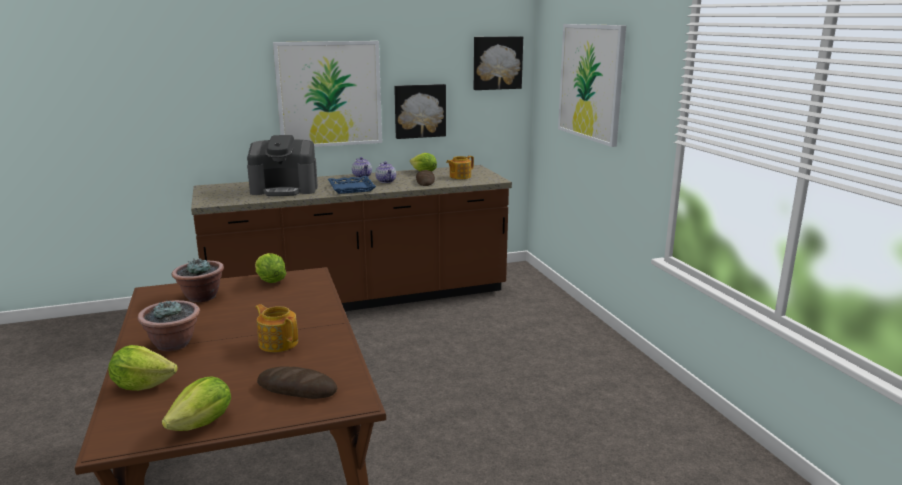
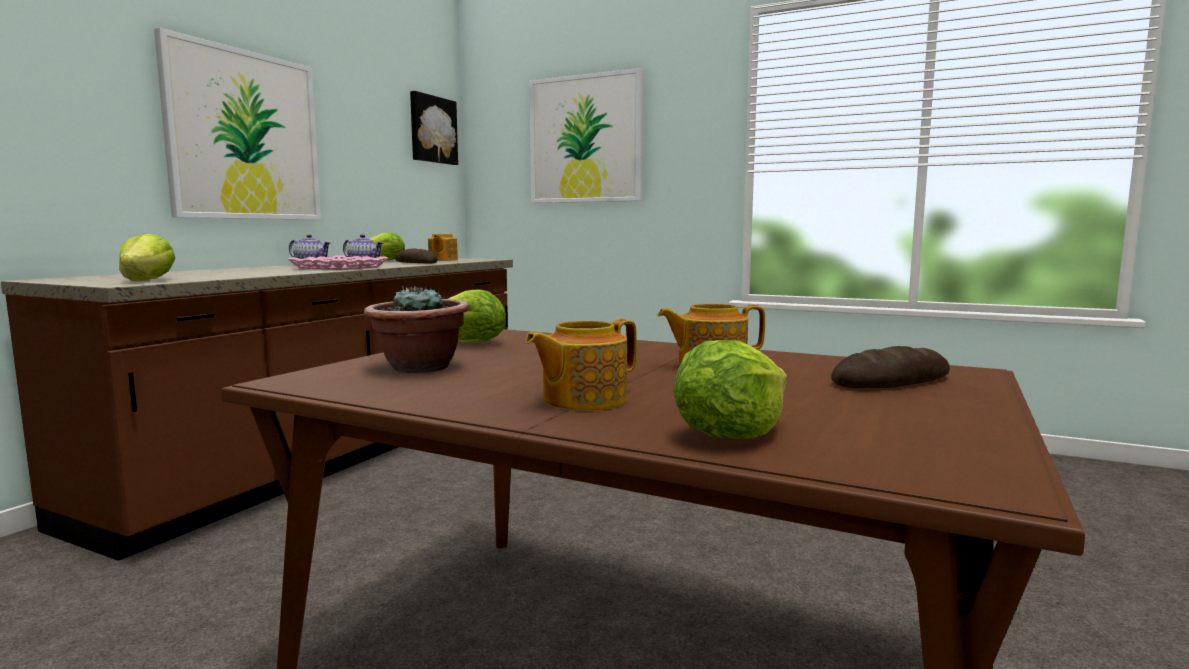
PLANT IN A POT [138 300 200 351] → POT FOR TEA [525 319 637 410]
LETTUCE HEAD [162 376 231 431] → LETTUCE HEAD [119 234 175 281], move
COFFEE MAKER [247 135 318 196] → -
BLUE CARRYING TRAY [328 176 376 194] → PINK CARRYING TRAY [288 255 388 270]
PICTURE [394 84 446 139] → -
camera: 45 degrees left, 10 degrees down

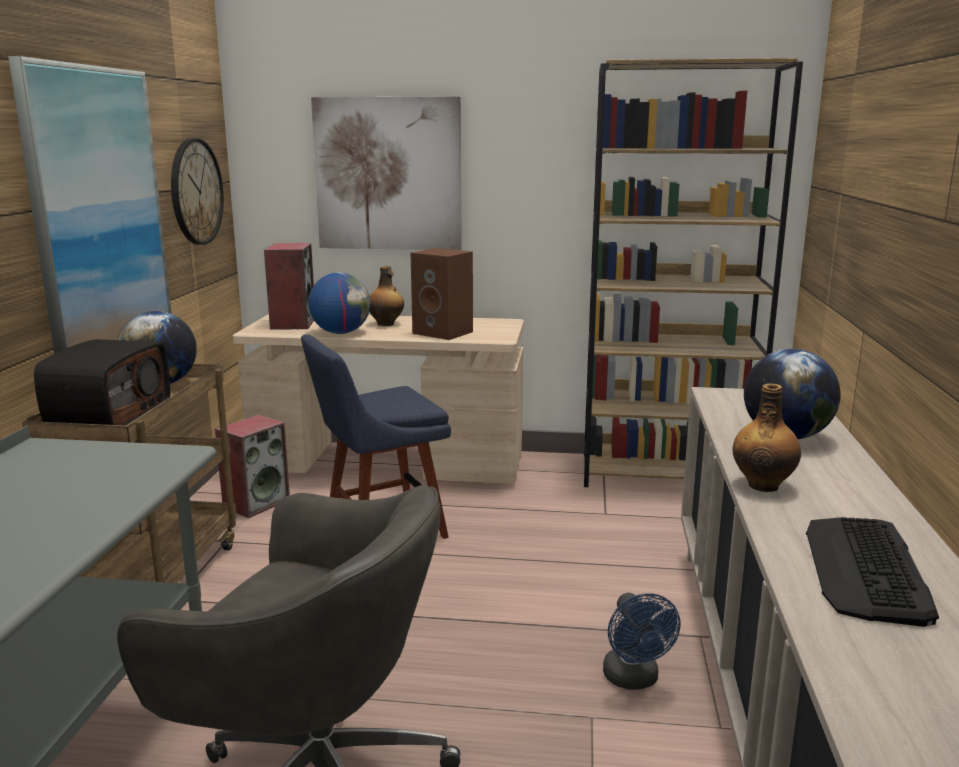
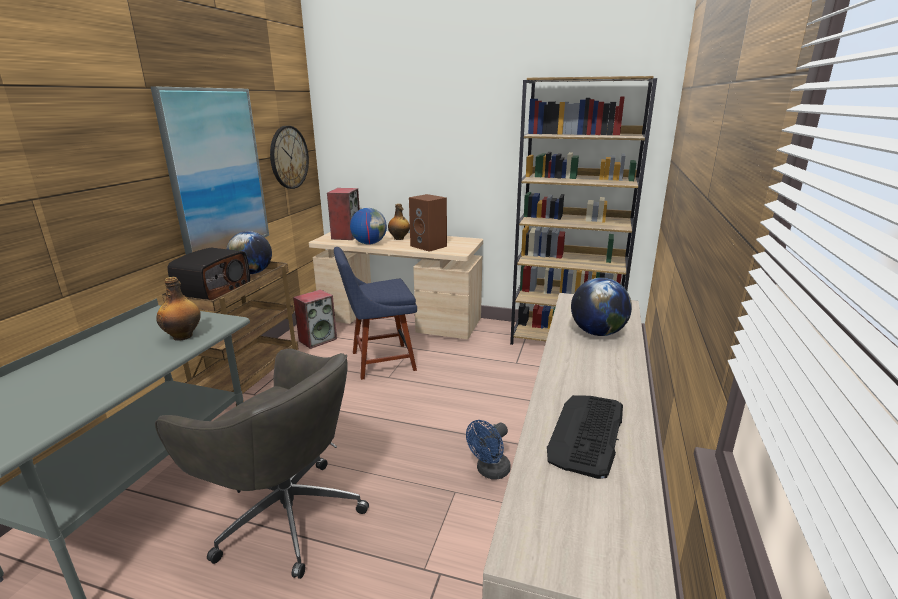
PICTURE [311 96 462 250] → -
BLUE ELECTRIC FAN [603 593 681 690] → BLUE ELECTRIC FAN [466 420 511 480], 45 degrees clockwise
DRINK BOTTLE [733 383 801 492] → DRINK BOTTLE [156 277 201 341], move
camera: 10 degrees right, 5 degrees up

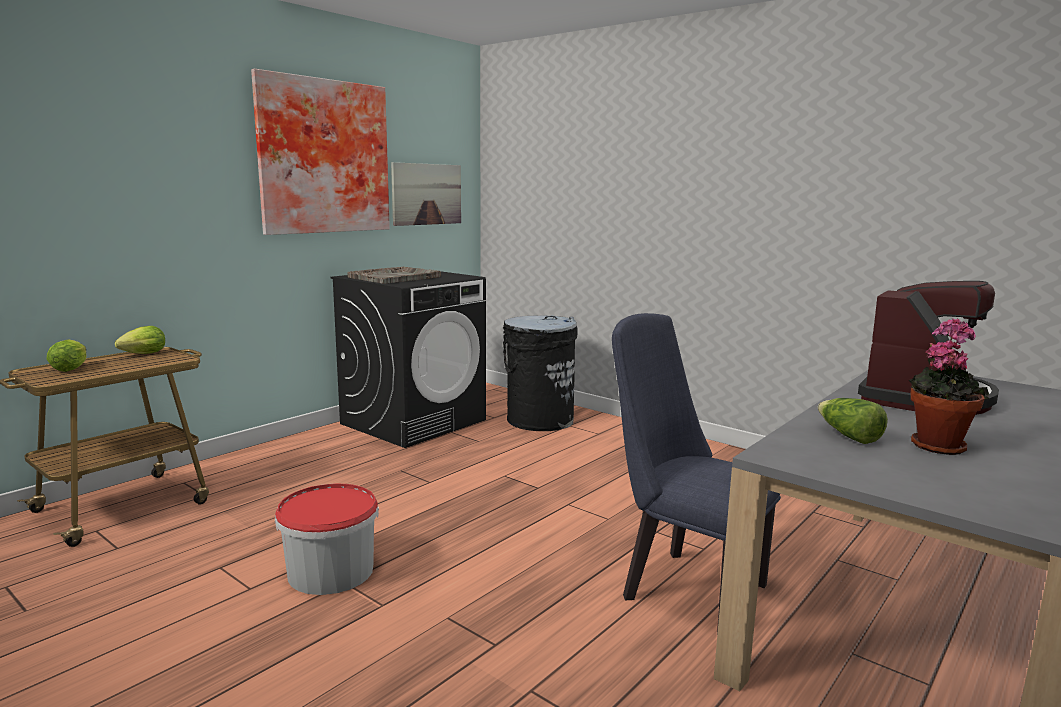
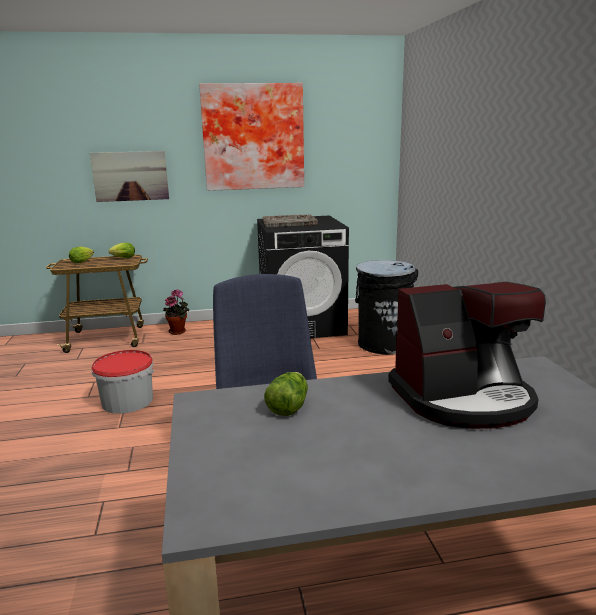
PICTURE [391 162 461 226] → PICTURE [90 151 169 202], move
PLANT IN A POT [909 318 989 455] → PLANT IN A POT [163 289 189 335], move
camera: 40 degrees right, 5 degrees up

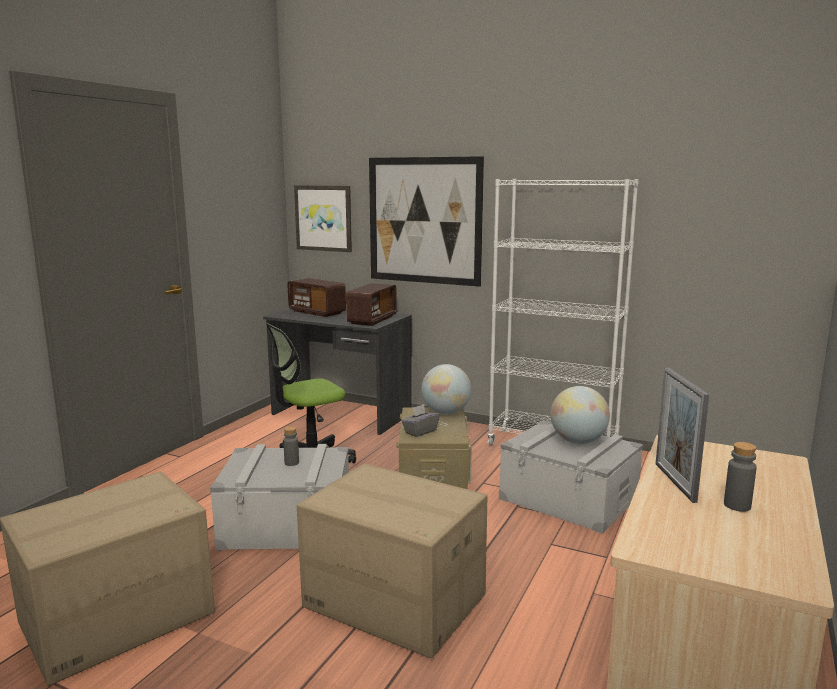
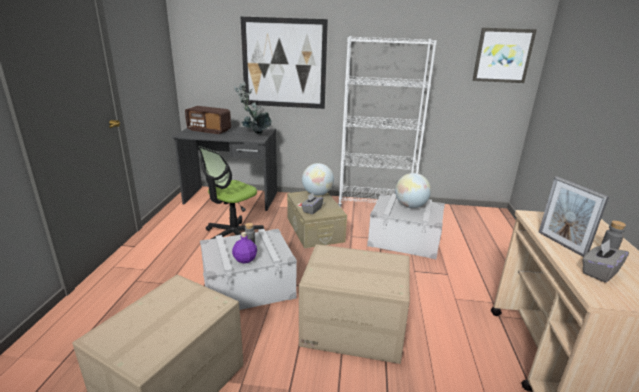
PICTURE [294 185 352 252] → PICTURE [472 28 537 83], move
RADIO RECEIVER [346 283 397 326] → PLANT IN A POT [234 82 272 134]
- → PURPLE-COLOURED DRINK BOTTLE [232 232 257 263]
- → GRAY BOX OF TISSUES [582 239 629 283]
camera: 20 degrees left, 10 degrees up

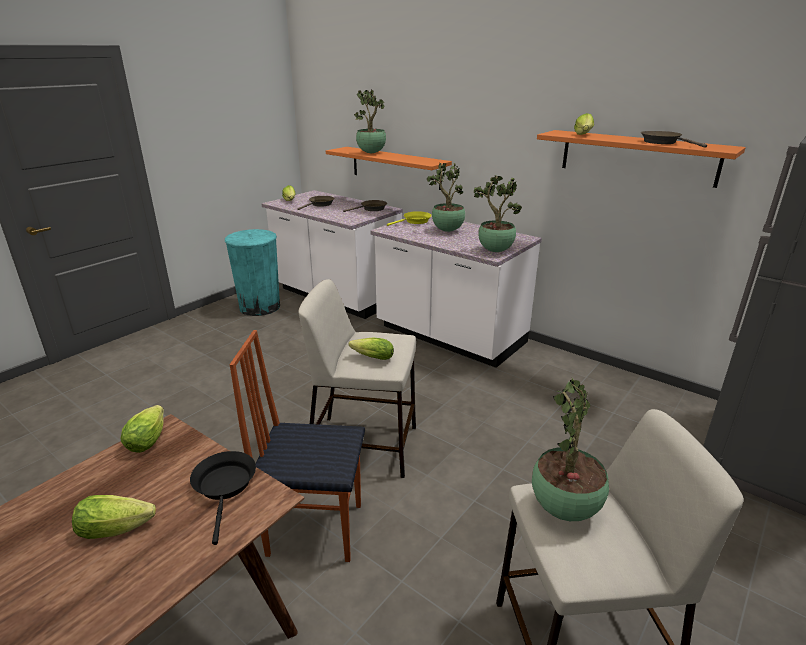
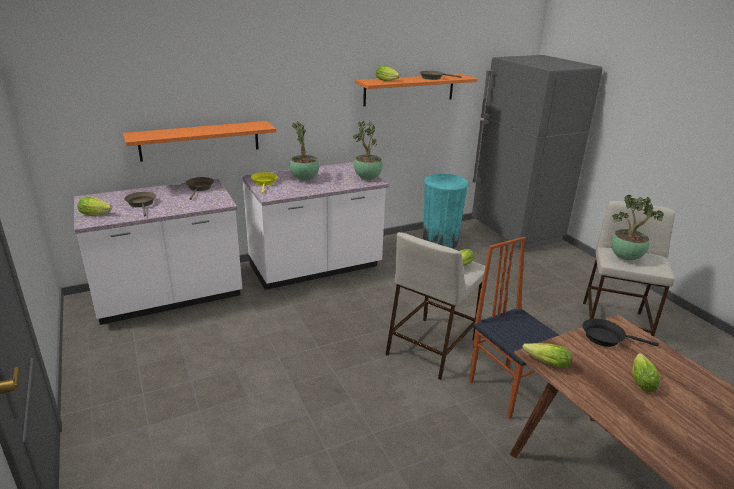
BLUE-GREEN WASTE BIN [225 229 280 316] → BLUE-GREEN WASTE BIN [423 174 469 248], move
UPRIGHT CHAIR [229 330 365 562] → UPRIGHT CHAIR [469 237 559 419], 120 degrees clockwise
PLANT IN A POT [354 89 386 153] → -
camera: 65 degrees left, 0 degrees up

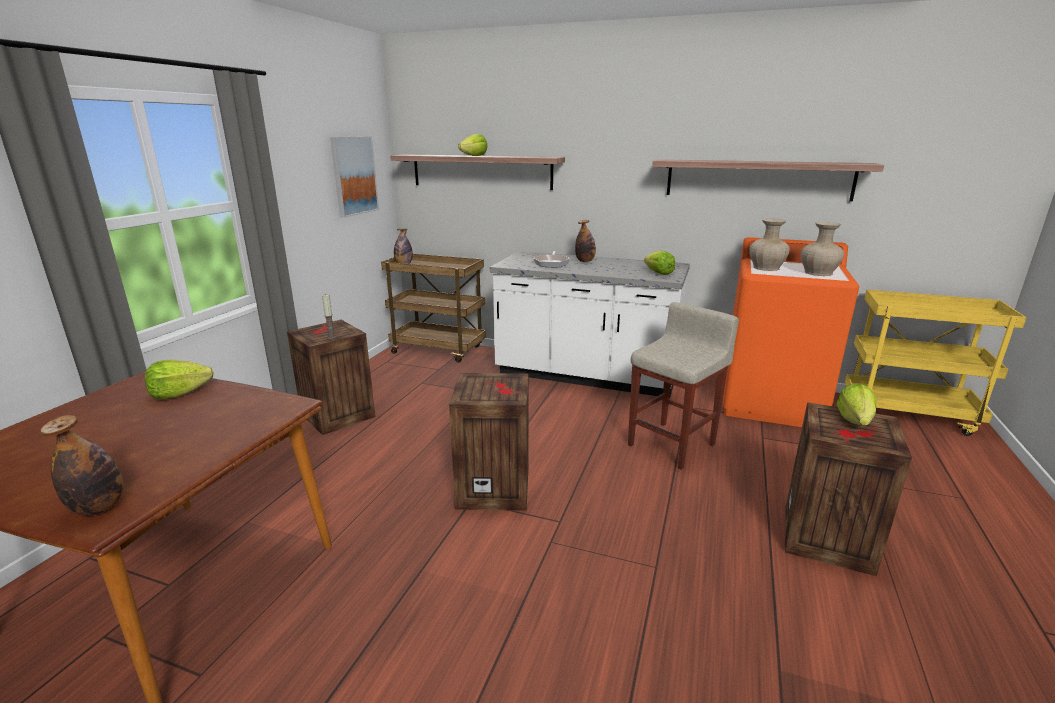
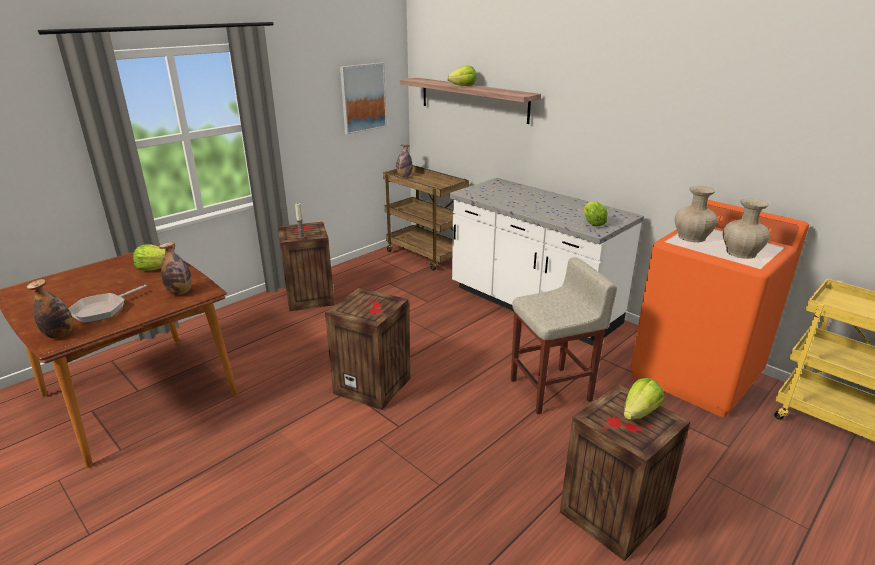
PAN [533 251 570 267] → PAN [69 285 147 323], move
DRINK BOTTLE [575 220 596 262] → DRINK BOTTLE [159 242 192 295], move
SHELF [652 159 884 202] → -
camera: 25 degrees right, 5 degrees up

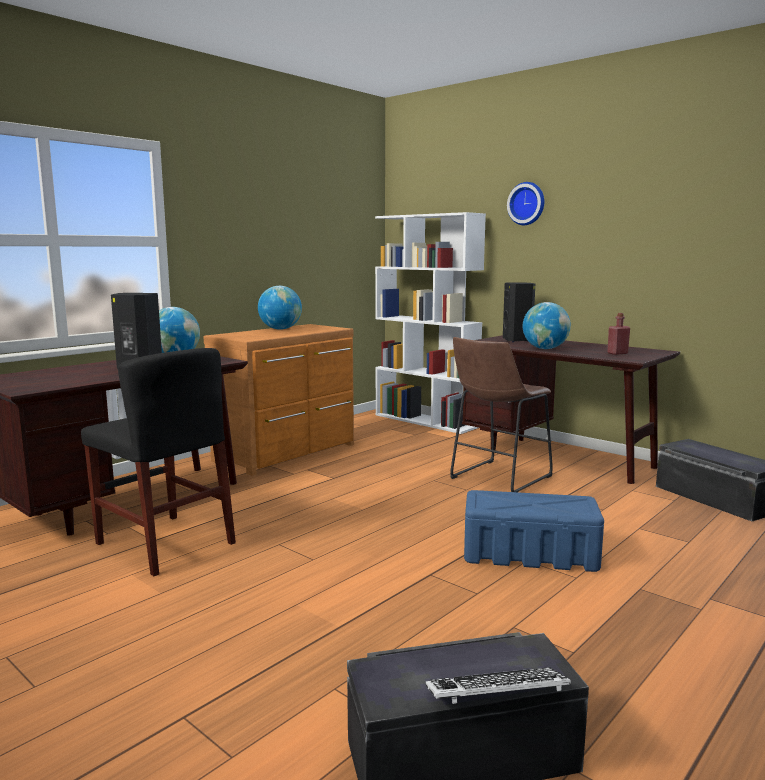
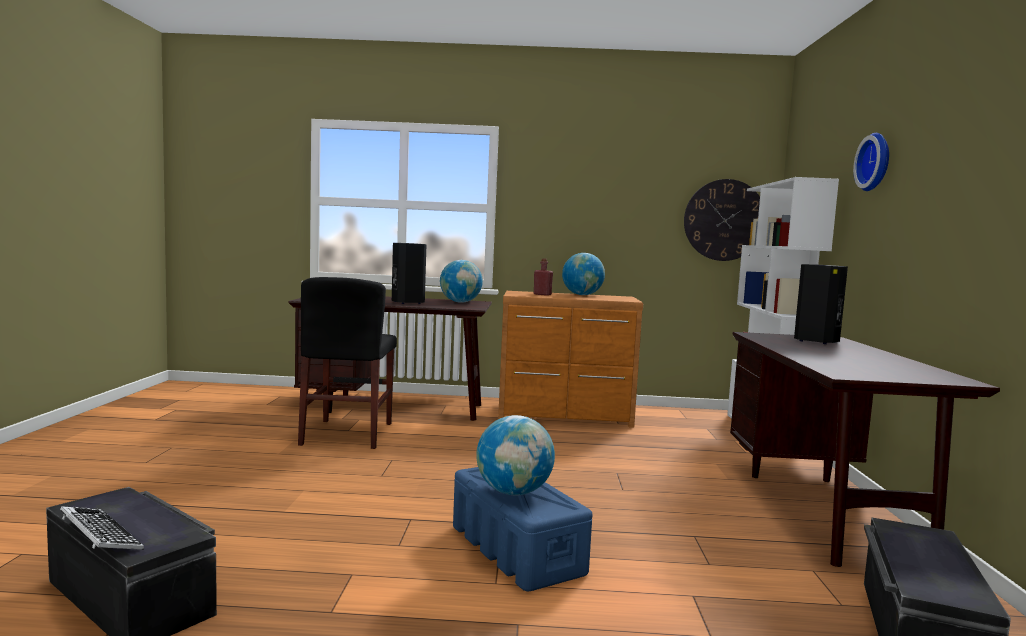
BROWN-COLOURED SITTING STOOL [450 337 553 492] → -
WORLD GLOBE [523 302 571 349] → WORLD GLOBE [476 415 555 495], move
RED DRINK BOTTLE [607 313 630 355] → RED DRINK BOTTLE [534 258 553 296], move
- → CLOCK ON THE WALL [684 179 760 261]
camera: 50 degrees right, 5 degrees down

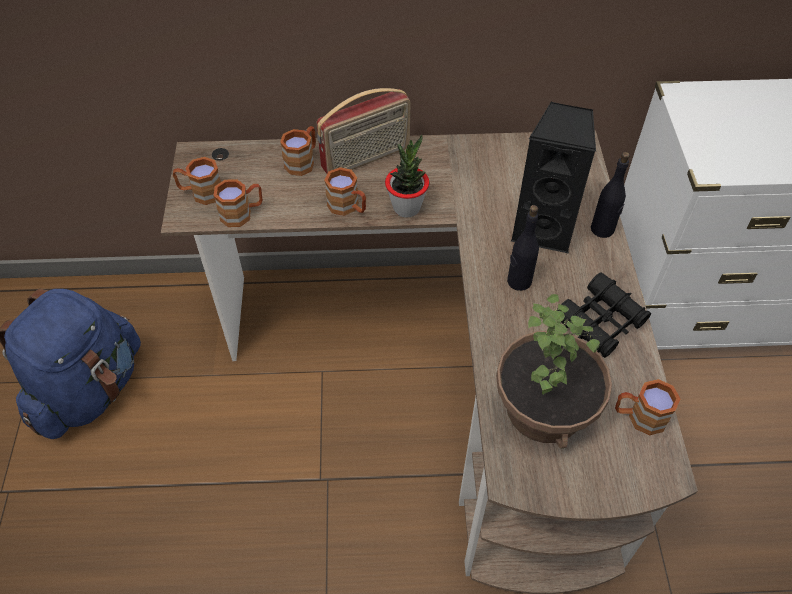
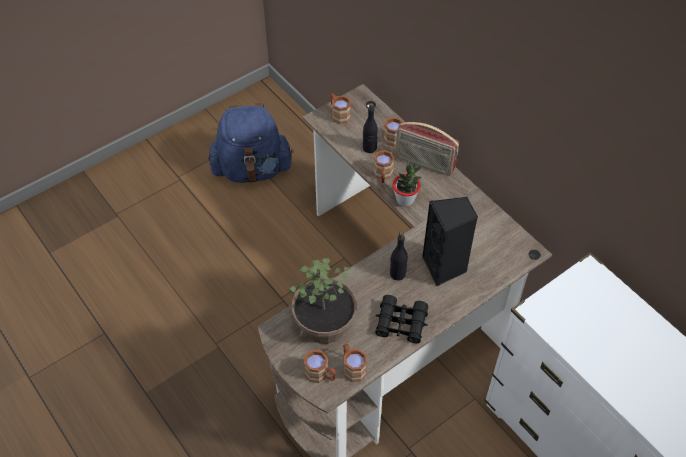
BROWN-COLOURED COFFEE MUG [213 179 263 227] → BROWN-COLOURED COFFEE MUG [304 350 336 383], move
BLACKISH DRINK BOTTLE [591 152 630 238] → BLACKISH DRINK BOTTLE [363 103 378 153], move
camera: 55 degrees right, 0 degrees up

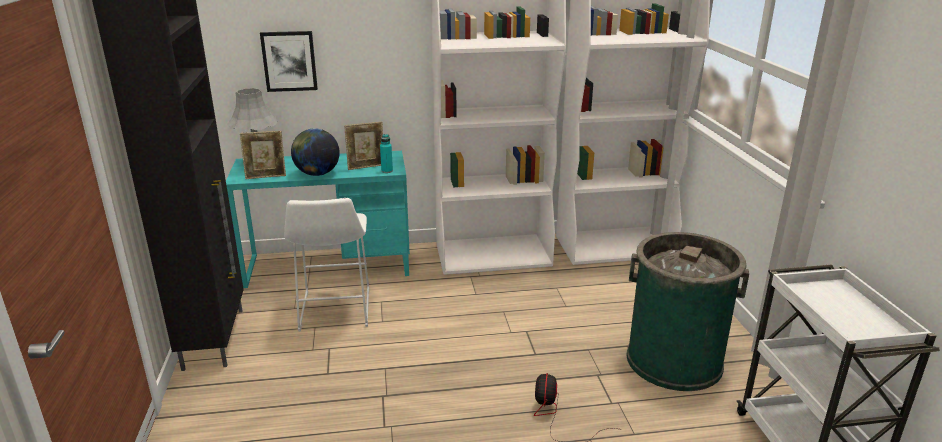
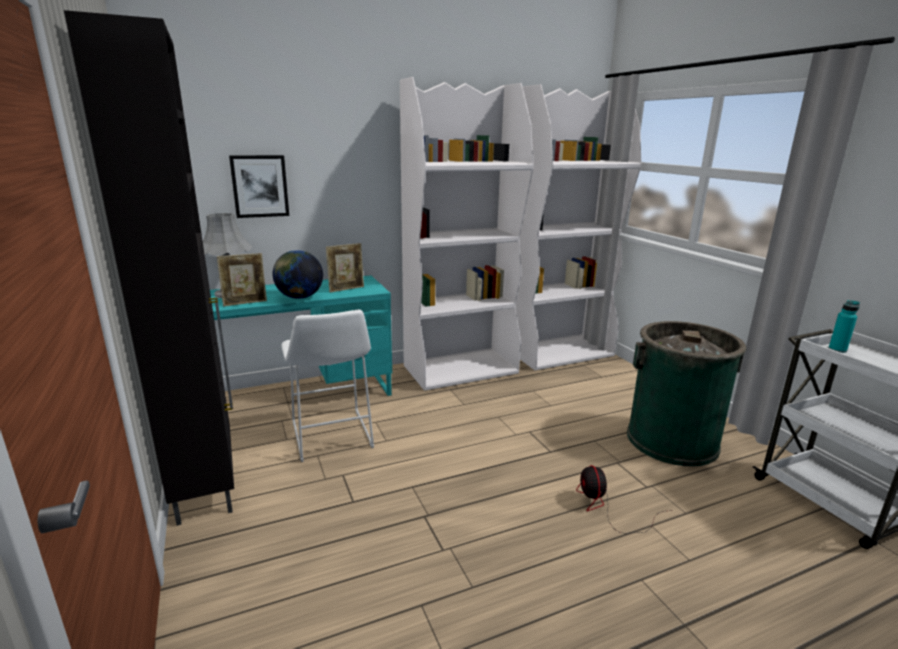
BLUE-GREEN DRINK BOTTLE [380 134 393 173] → BLUE-GREEN DRINK BOTTLE [829 300 860 353], move
camera: 15 degrees left, 5 degrees down

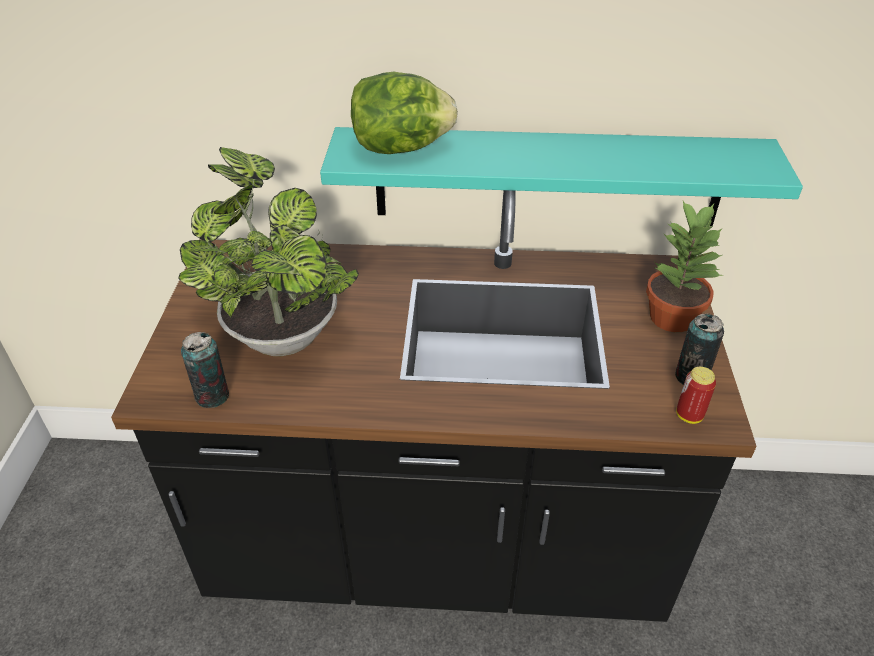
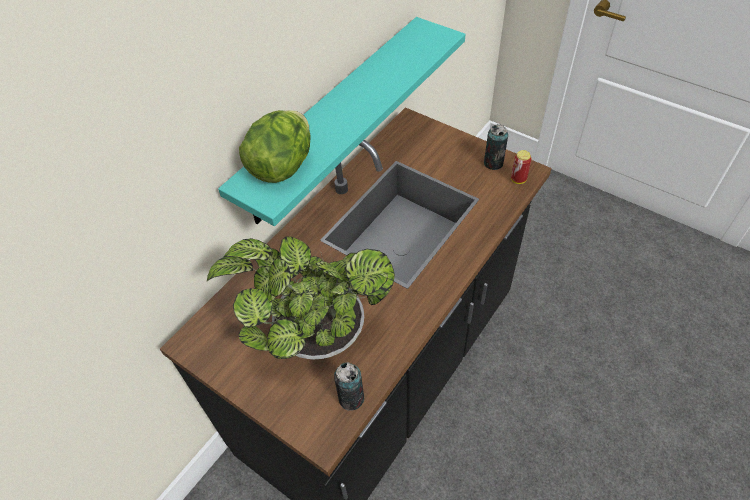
PLANT IN A POT [646 201 723 332] → -
camera: 55 degrees left, 10 degrees up

